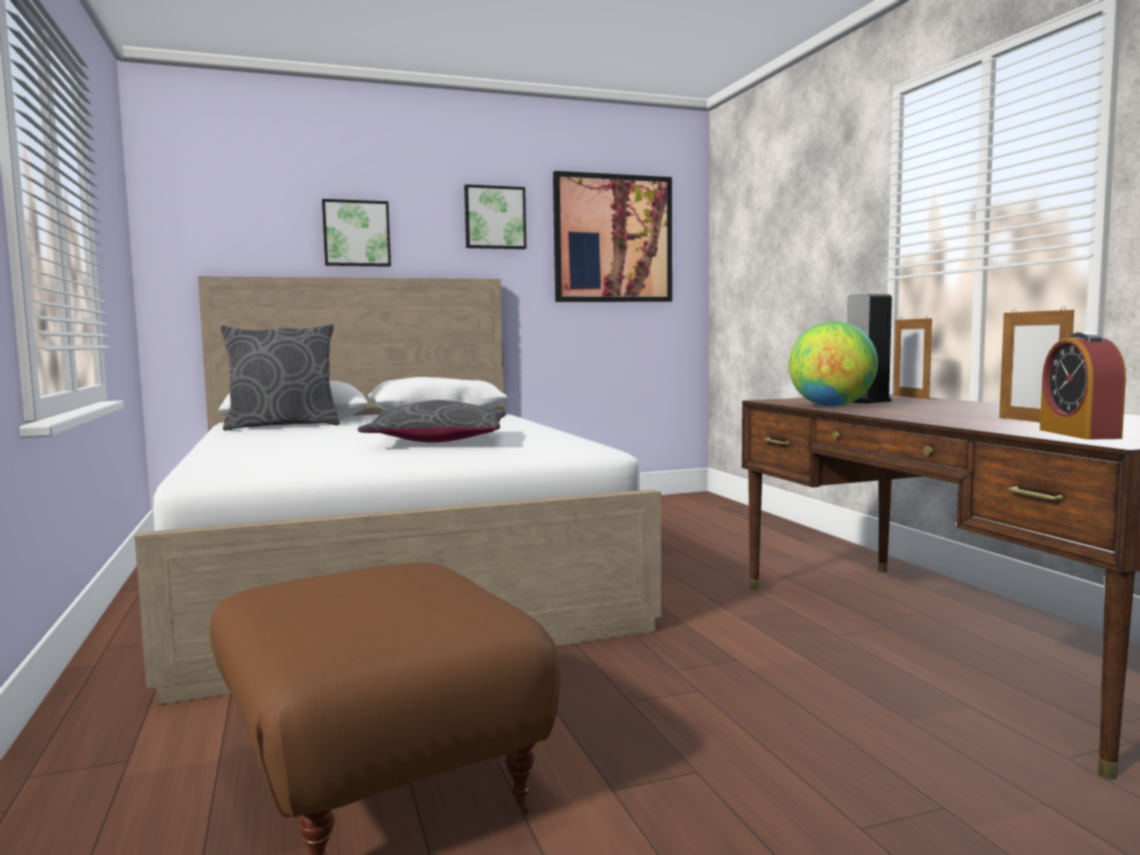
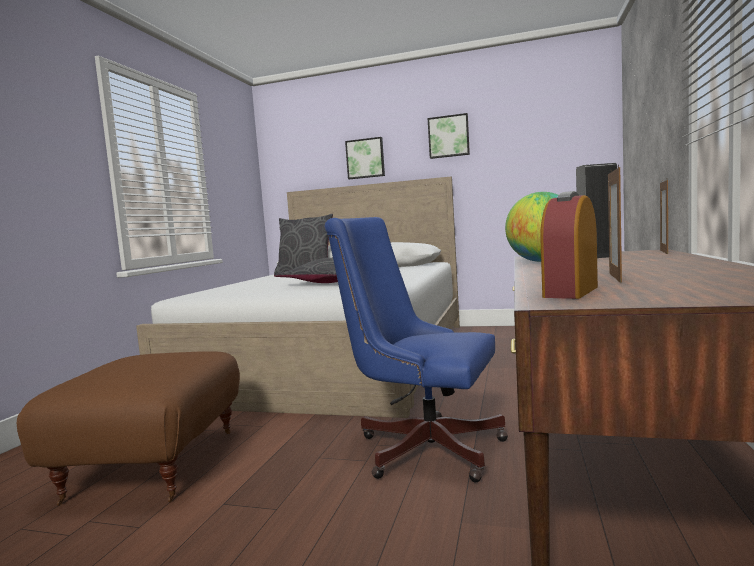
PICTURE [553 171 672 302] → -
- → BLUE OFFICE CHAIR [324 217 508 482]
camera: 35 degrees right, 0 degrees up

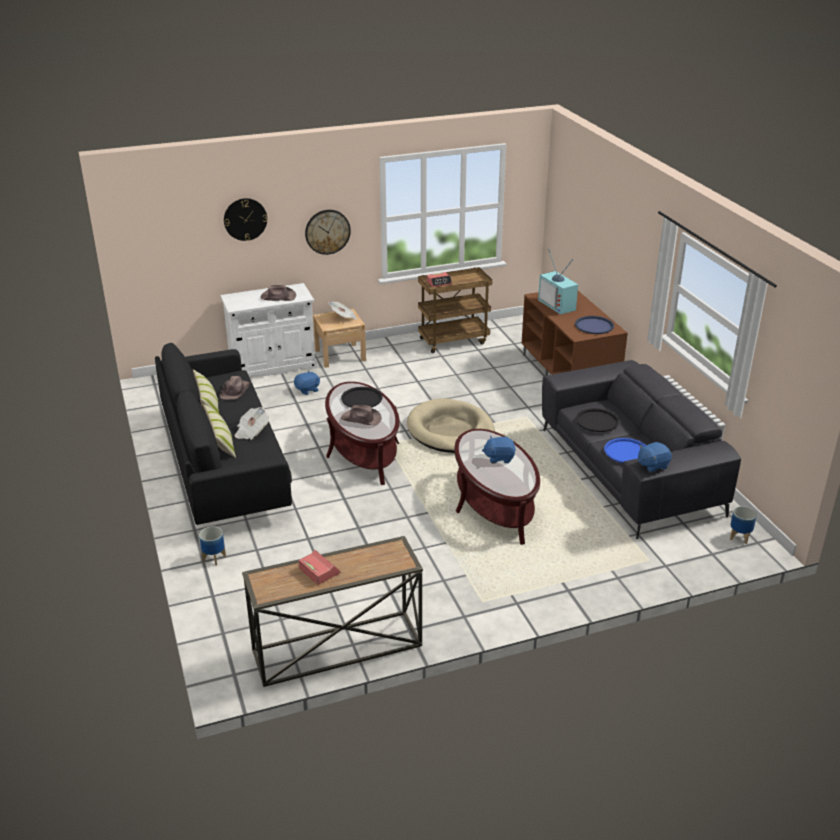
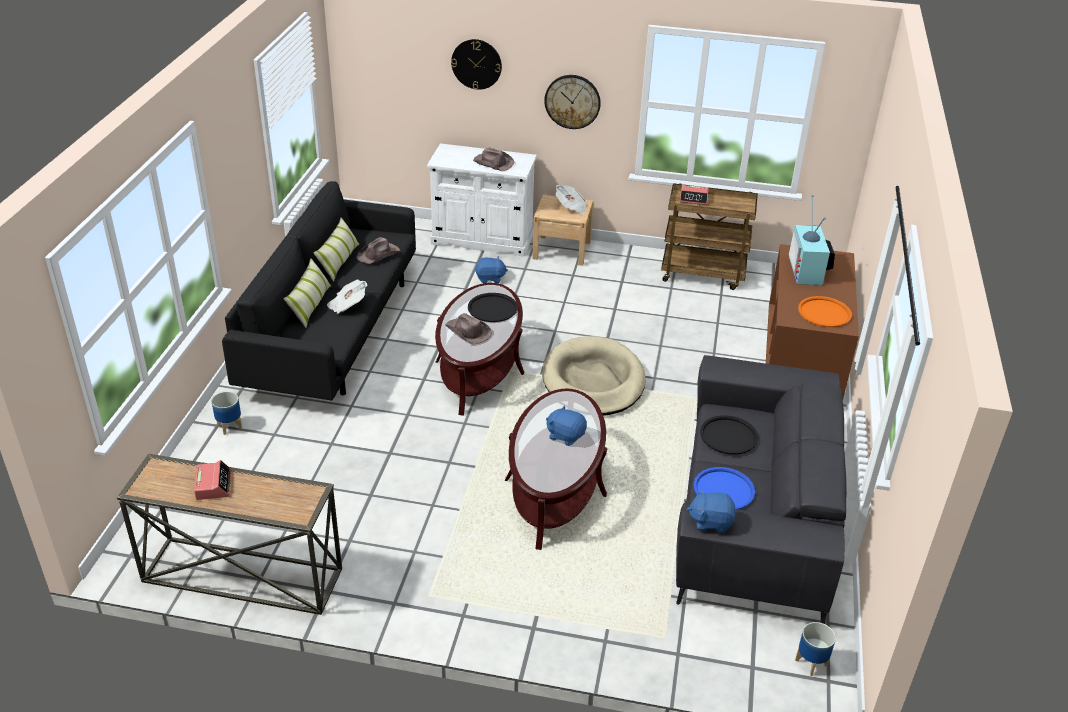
BLUE CARRYING TRAY [575 316 614 334] → ORANGE CARRYING TRAY [798 296 852 327]
camera: 30 degrees right, 5 degrees up

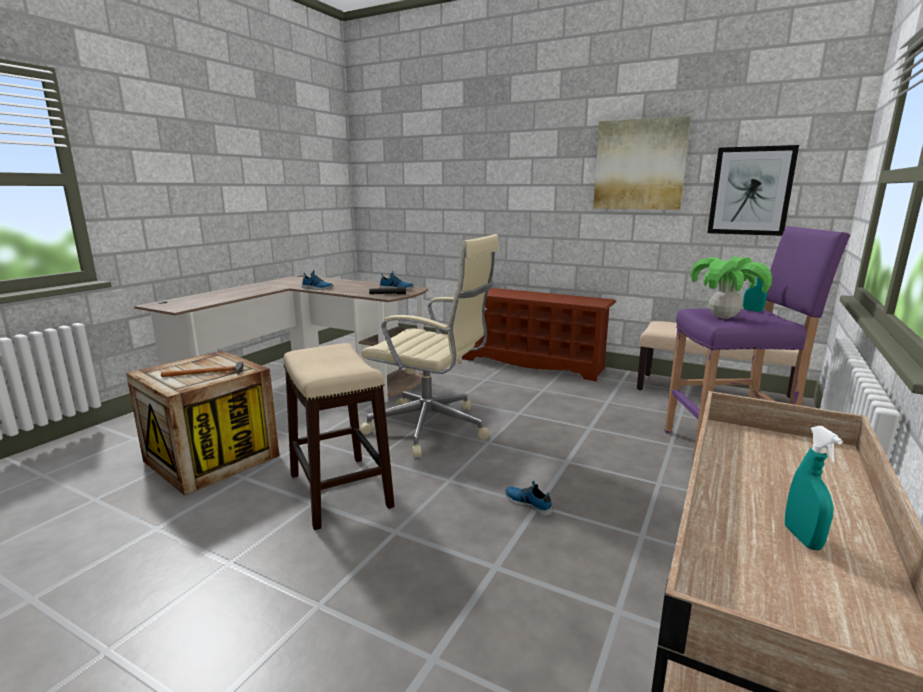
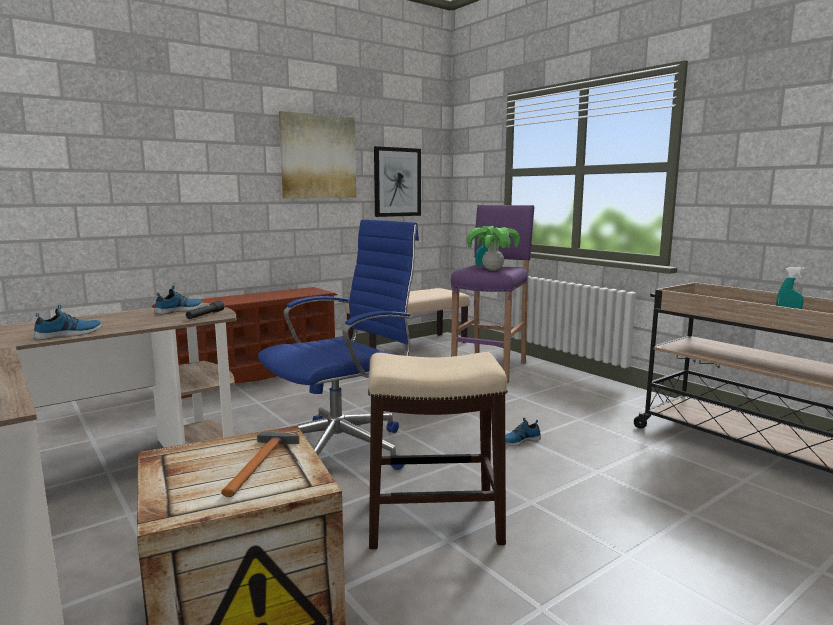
SAND-COLOURED OFFICE CHAIR [360 234 499 458] → BLUE OFFICE CHAIR [258 219 419 470]
camera: 65 degrees left, 5 degrees down

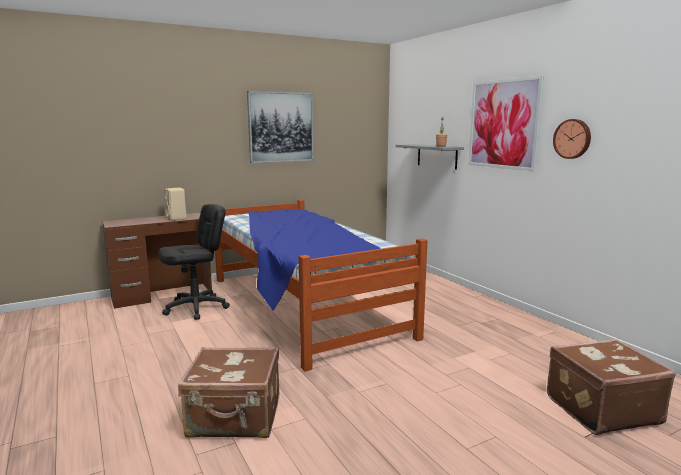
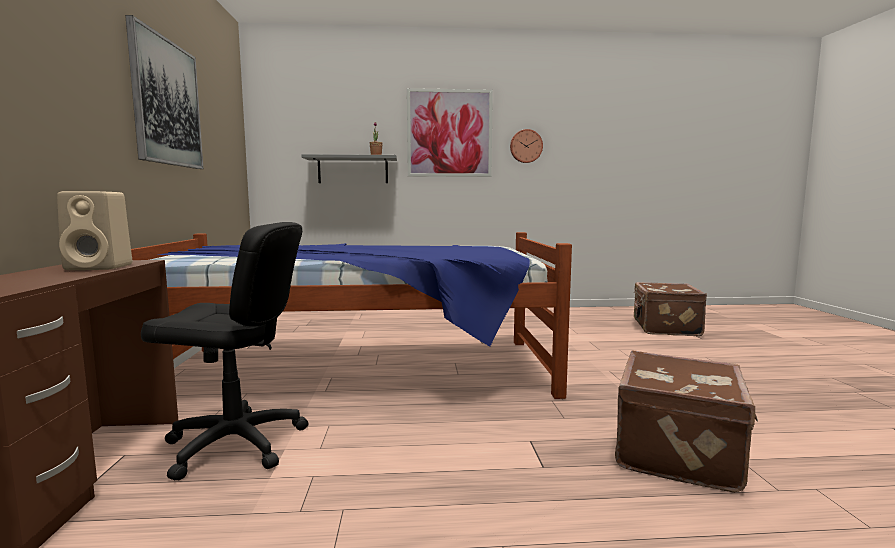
BLACKISH OFFICE CHAIR [158 204 230 320] → BLACKISH OFFICE CHAIR [141 222 309 480], 105 degrees clockwise
camera: 65 degrees left, 5 degrees down

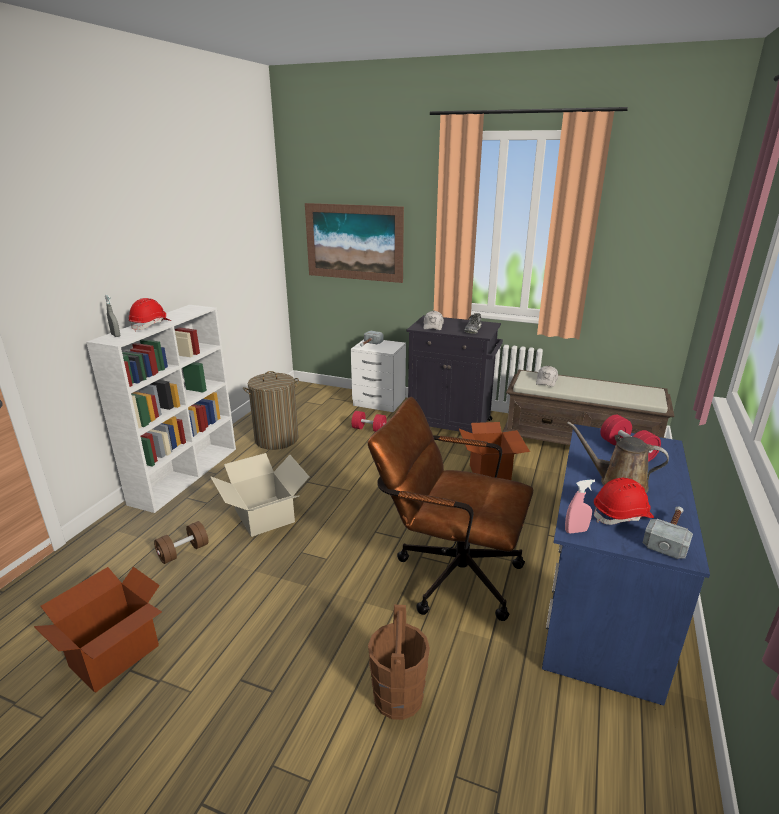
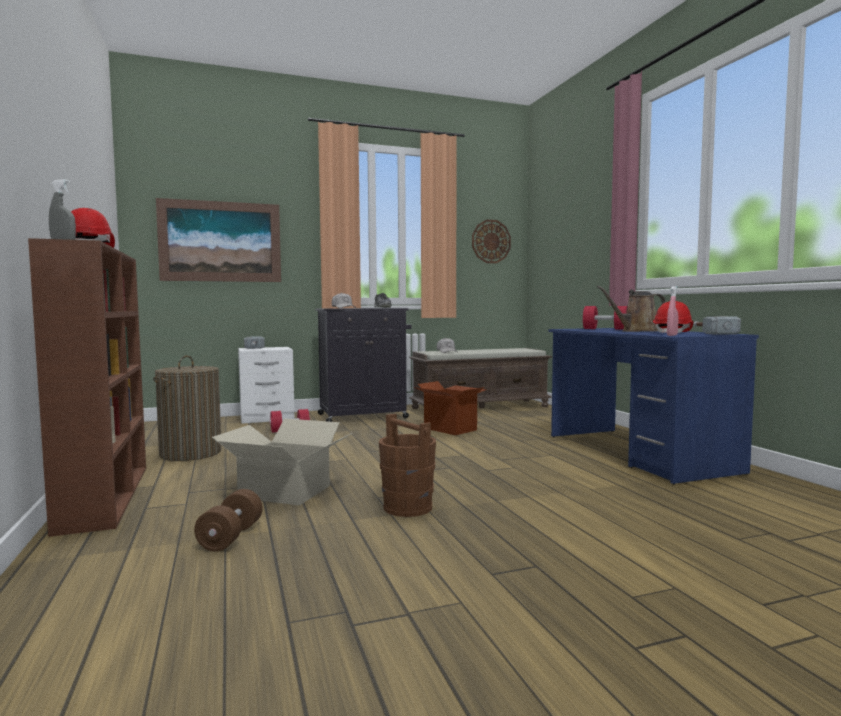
PACKING BOX [34 567 162 693] → -
WHITE BOOKSHELF [86 305 236 513] → BROWN-COLOURED BOOKSHELF [28 238 146 537]
BROWN-COLOURED OFFICE CHAIR [368 397 533 621] → -
BROWN-COLOURED BUCKET [368 605 430 720] → BROWN-COLOURED BUCKET [379 414 436 517], move
- → CLOCK ON THE WALL [472 220 511 263]
camera: 40 degrees left, 20 degrees down

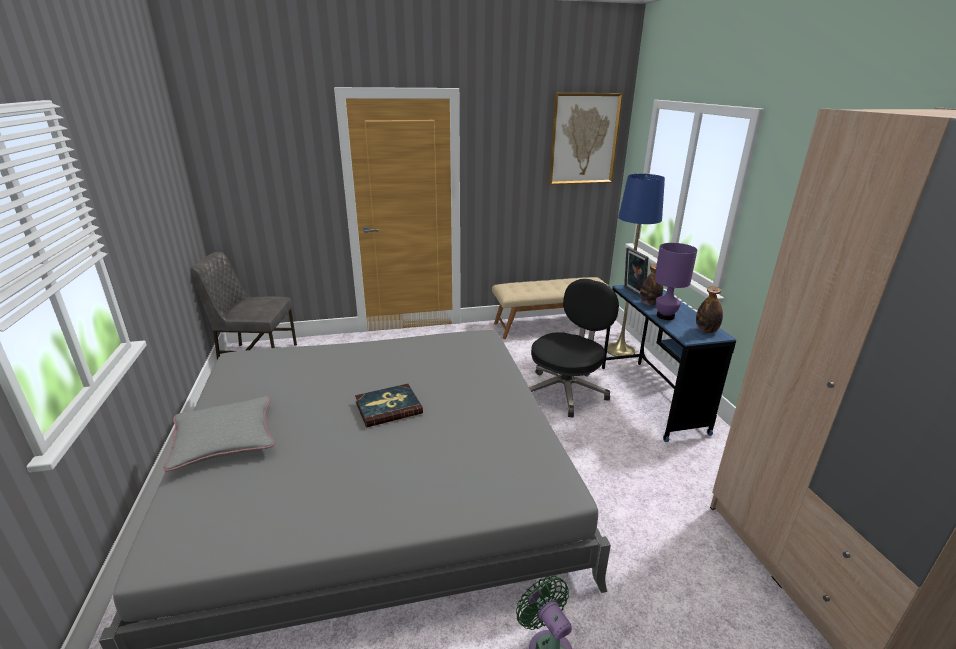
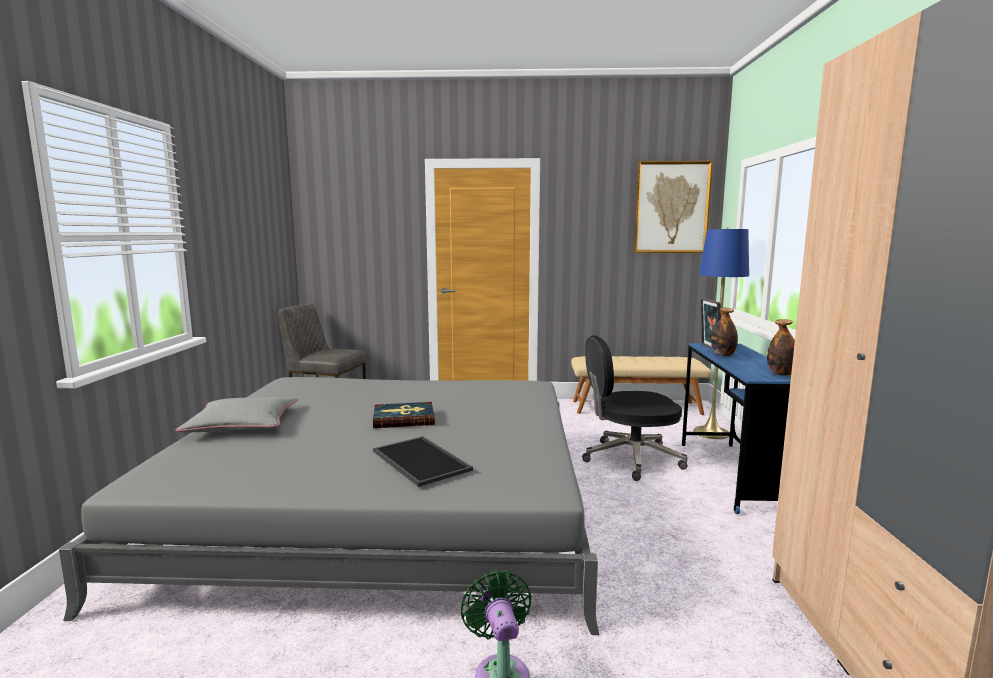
BLACKISH OFFICE CHAIR [529 279 619 418] → BLACKISH OFFICE CHAIR [582 335 688 481], 150 degrees counterclockwise
PURPLE-COLOURED LAMP FOR A TABLE [654 243 697 320] → -
- → CARRYING TRAY [373 436 473 487]
camera: 15 degrees right, 15 degrees down

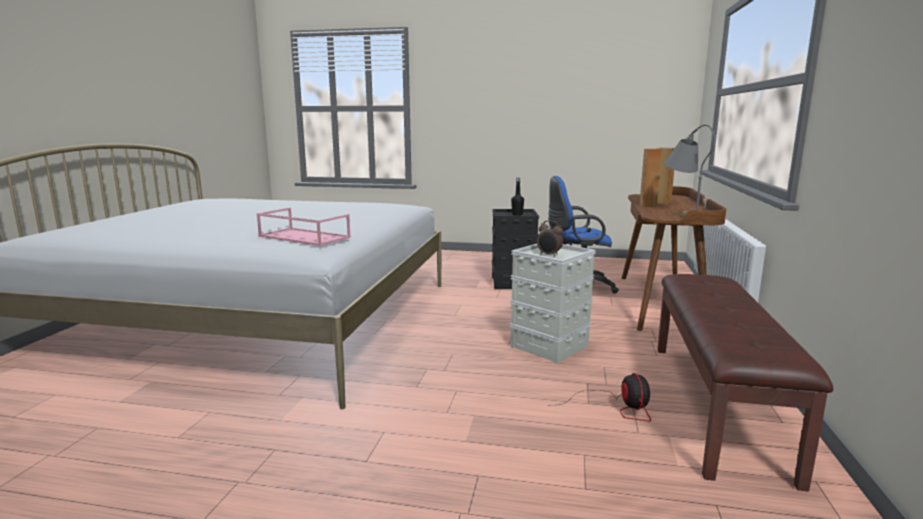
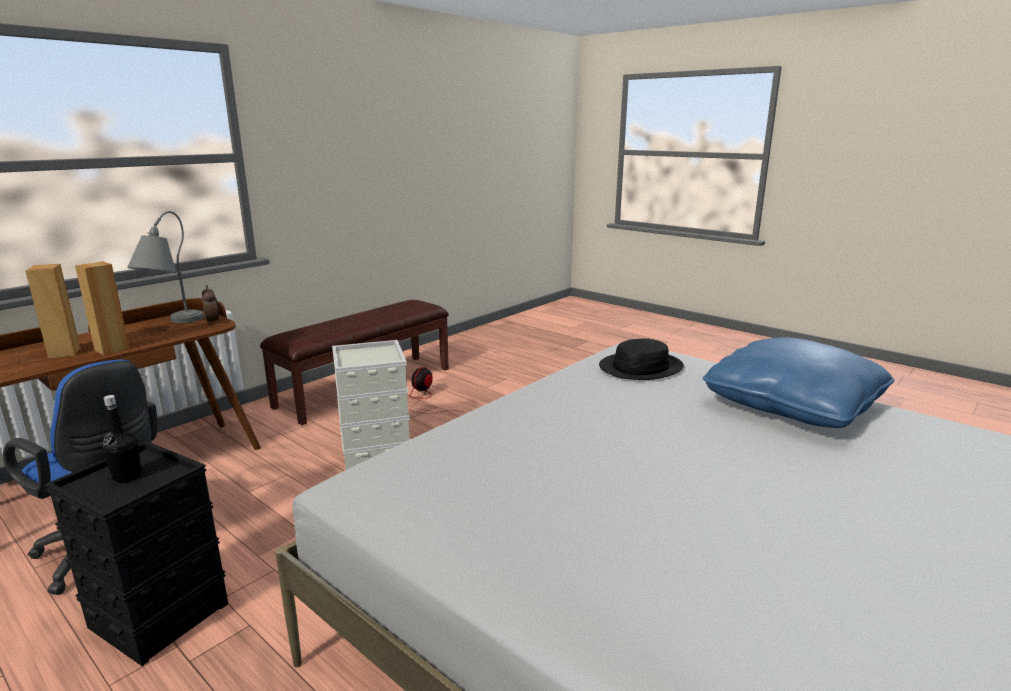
PINK CARRYING TRAY [256 208 351 246] → BLACKISH CLOTHING HAT [599 338 684 380]
TABLE CLOCK [537 220 563 256] → TABLE CLOCK [202 285 219 324], move
- → BLUE CUSHION [703 337 894 428]
camera: 150 degrees left, 5 degrees up

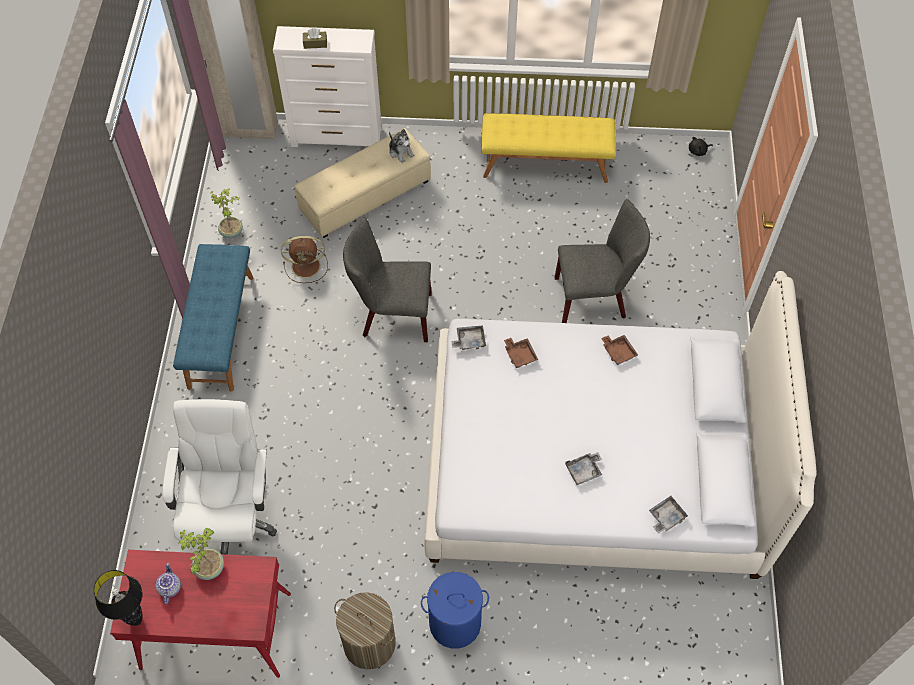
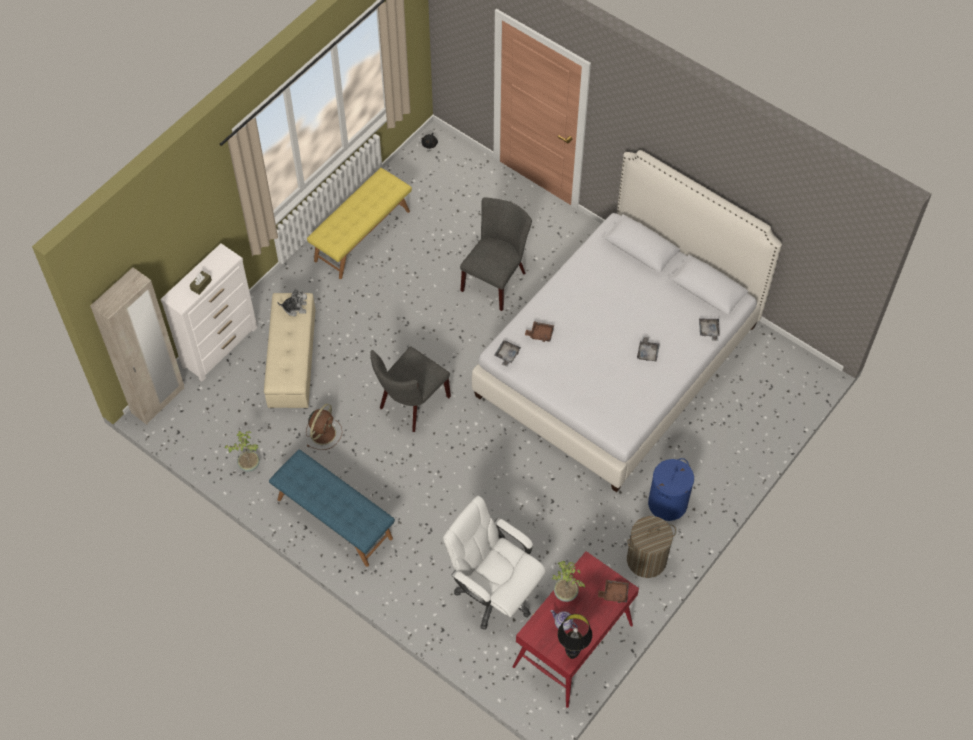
BROWN-COLOURED CARRYING TRAY [601 335 638 365] → BROWN-COLOURED CARRYING TRAY [598 580 629 603], move
camera: 55 degrees left, 0 degrees up

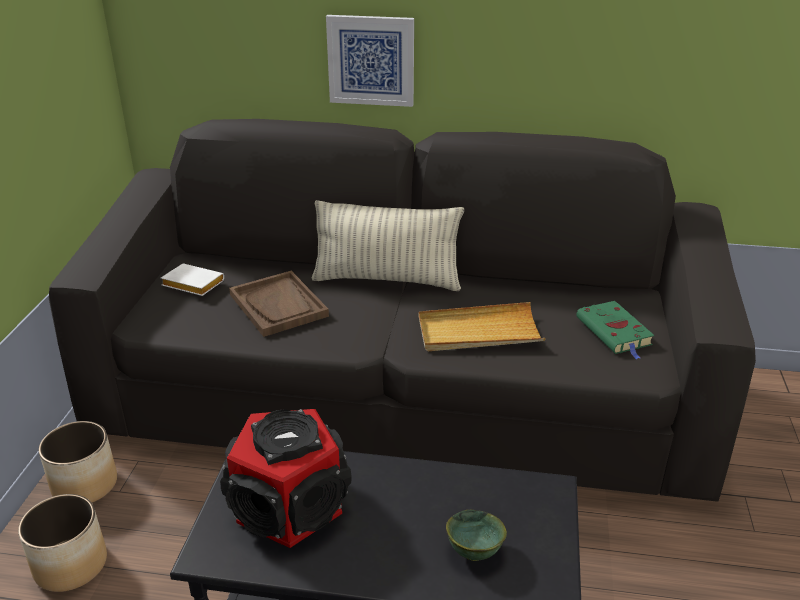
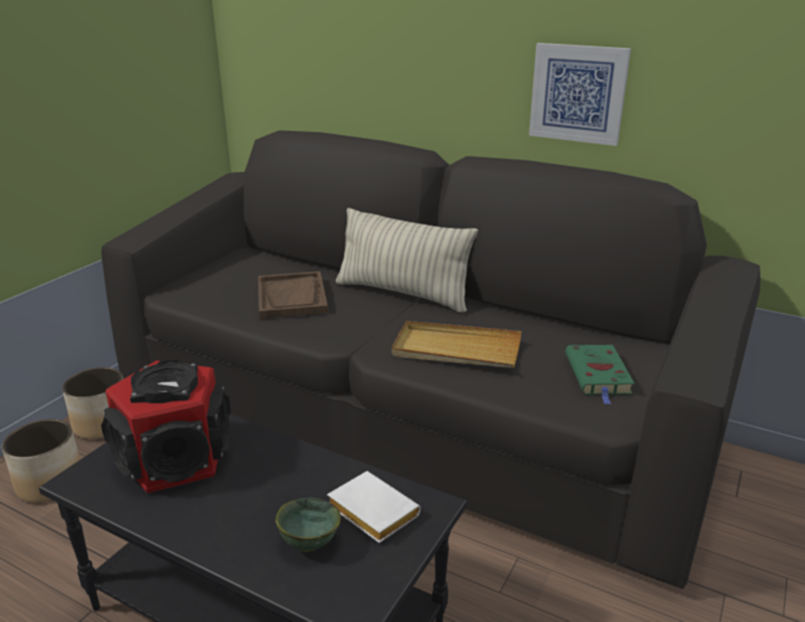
WHITE VOLUME [161 263 224 296] → WHITE VOLUME [327 471 421 543], move
PICTURE [326 15 414 107] → PICTURE [529 43 631 146], move
camera: 20 degrees right, 5 degrees down

